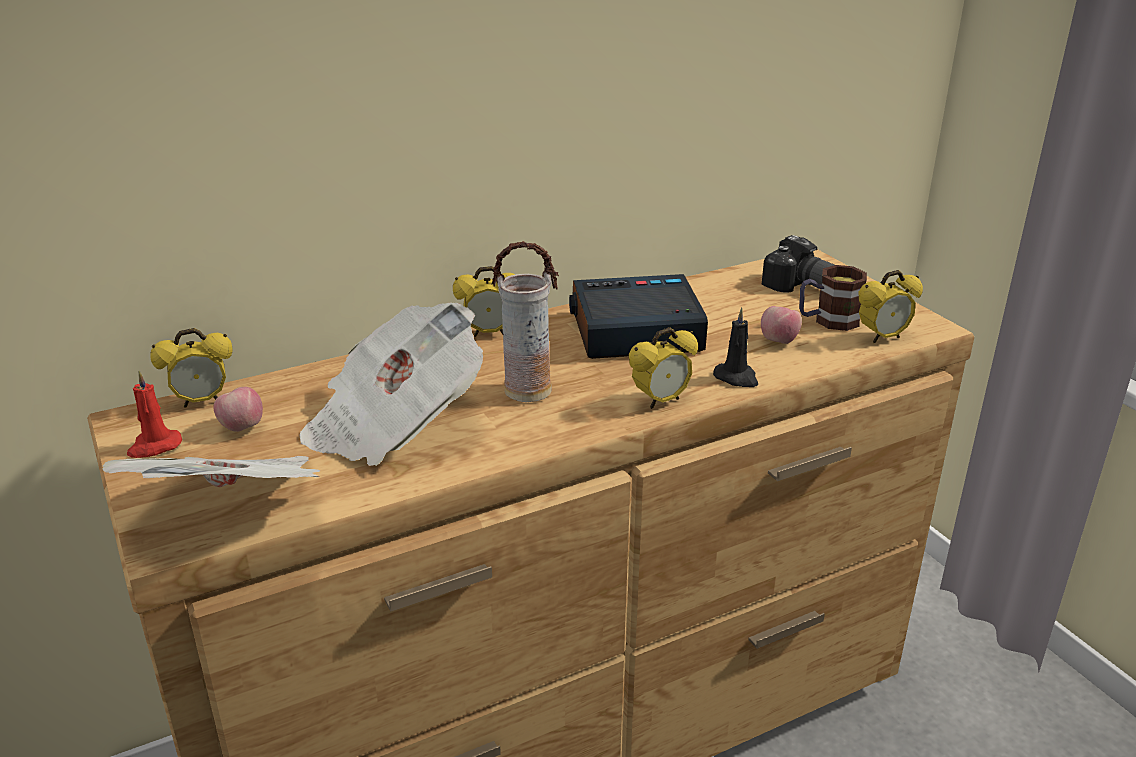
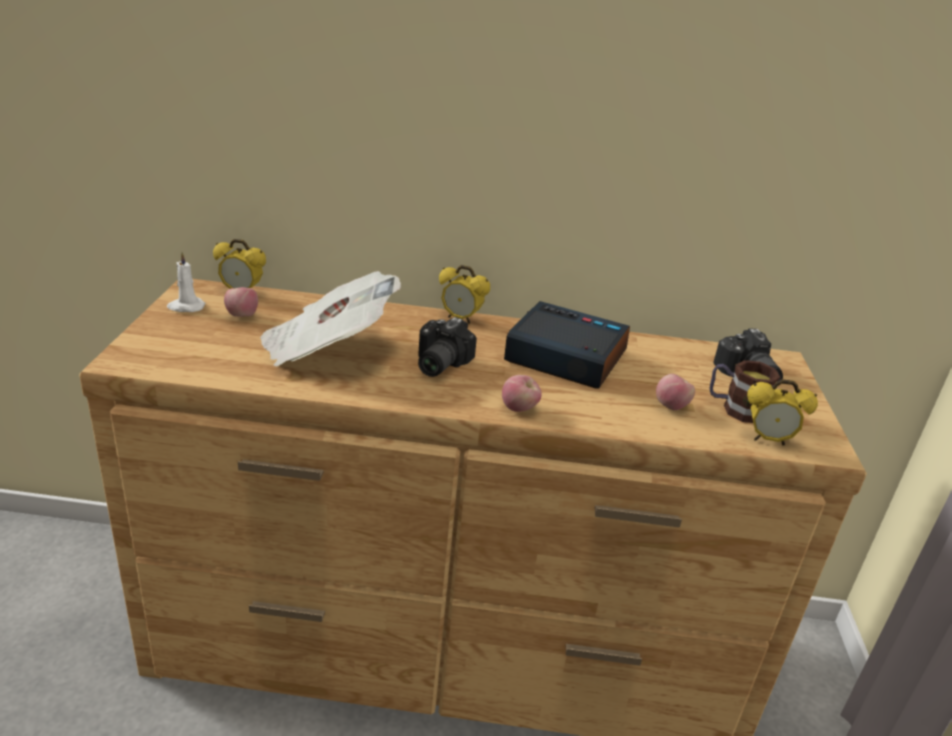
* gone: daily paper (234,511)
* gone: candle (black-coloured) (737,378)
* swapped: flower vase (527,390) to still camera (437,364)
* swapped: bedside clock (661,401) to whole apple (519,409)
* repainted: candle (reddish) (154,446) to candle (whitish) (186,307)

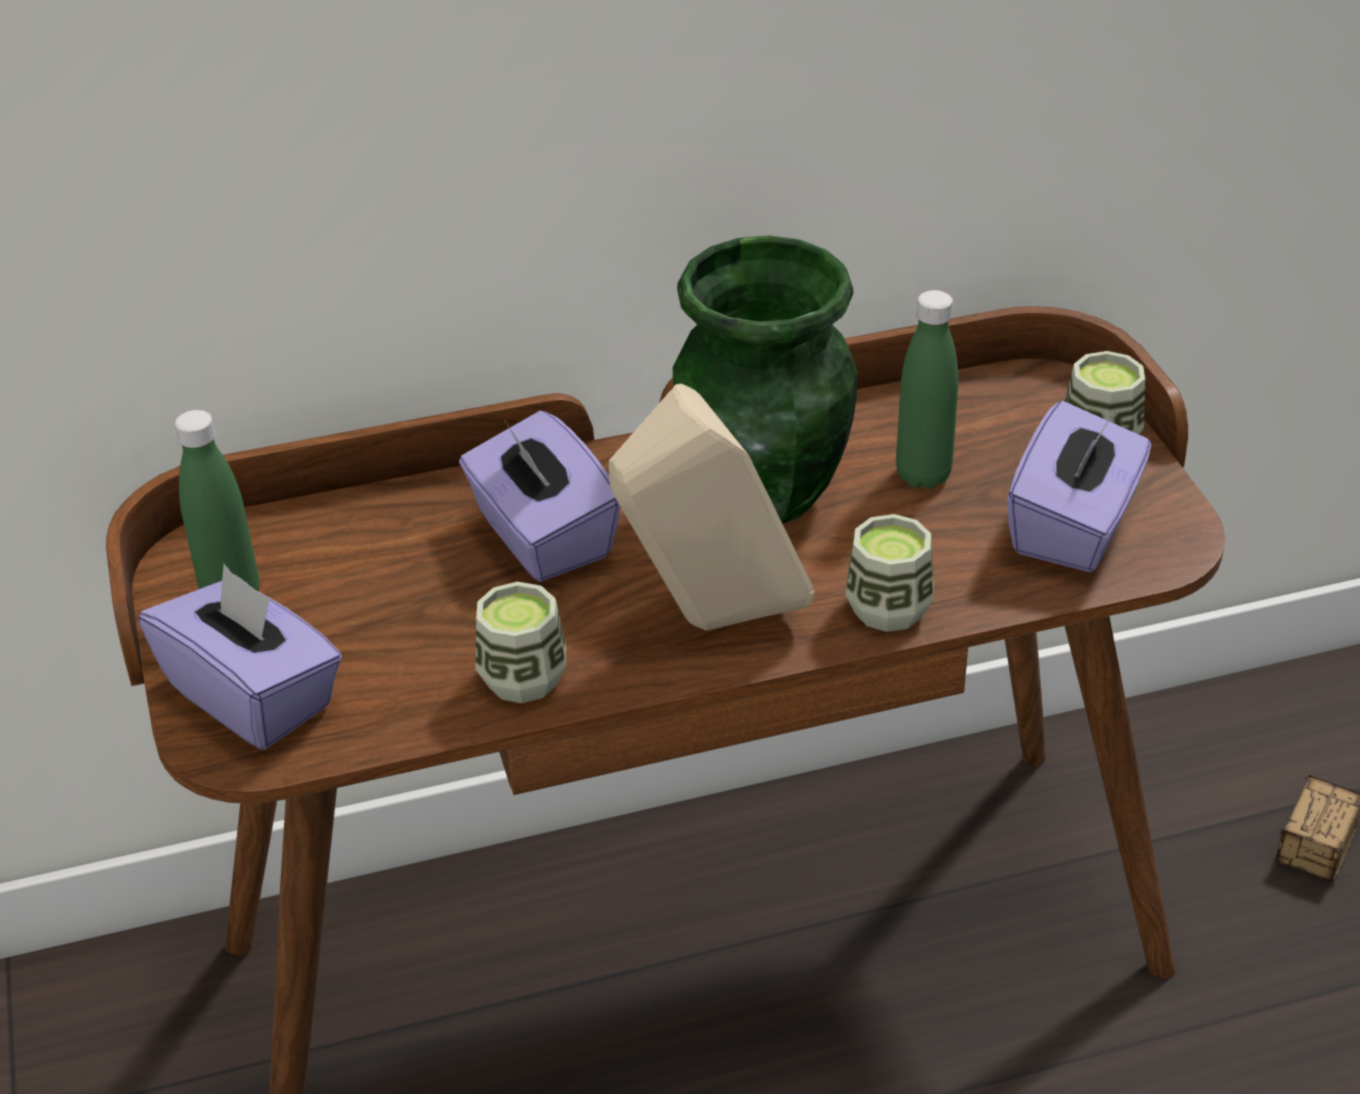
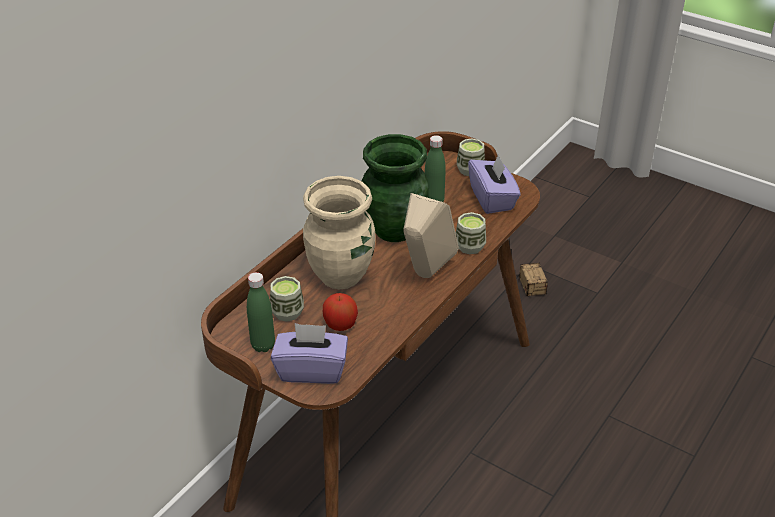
* new: whole apple (340,325)
* shifted: drinking cup (523,678) to (287,312)
* swapped: box of tissues (purple-coloured) (542,536) to flower vase (sand-coloured) (341,275)

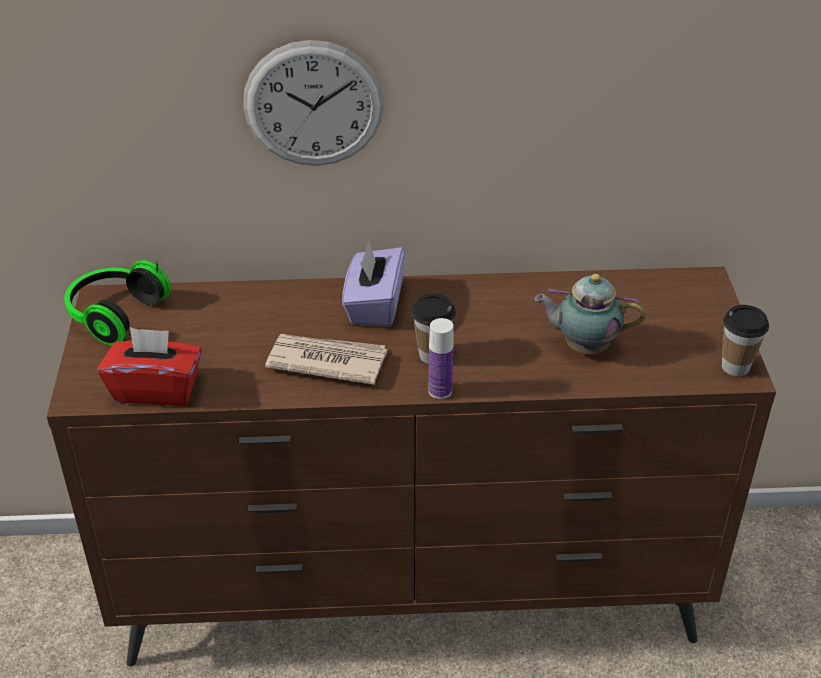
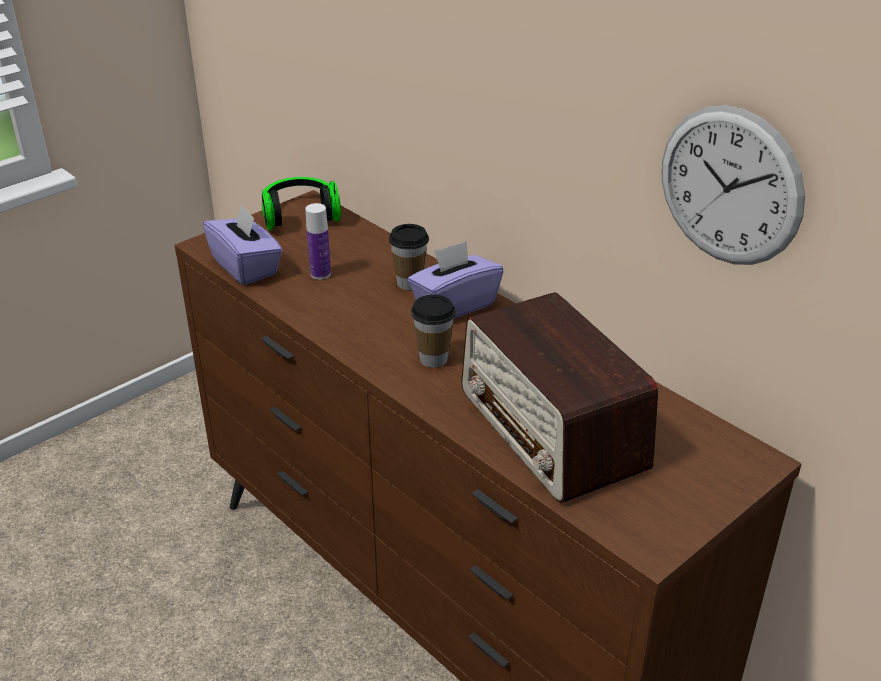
* gone: daily paper (326,361)
* shifted: clock on the wall (313,104) to (730,186)
* shifted: bottle (440,391) to (320,274)
* shifted: drinking cup (735,367) to (409,283)
* swapped: pot for tea (583,346) to radio (552,430)
* repainted: box of tissues (reddish) (156,389) to box of tissues (purple-coloured) (246,267)

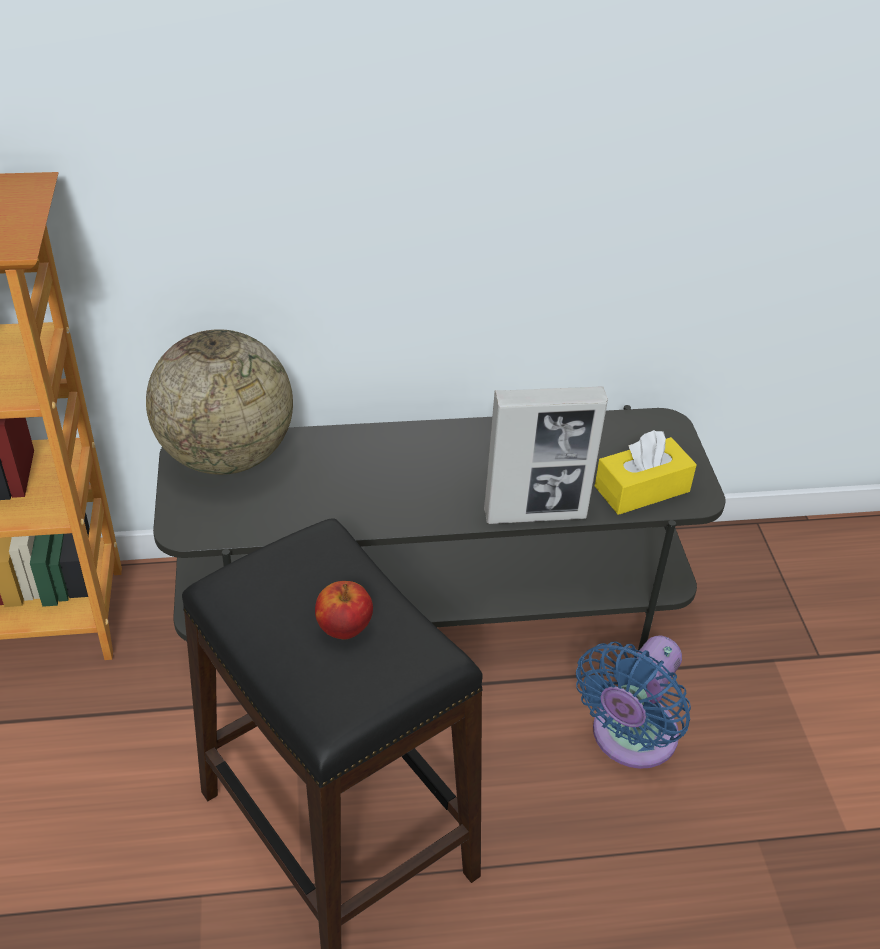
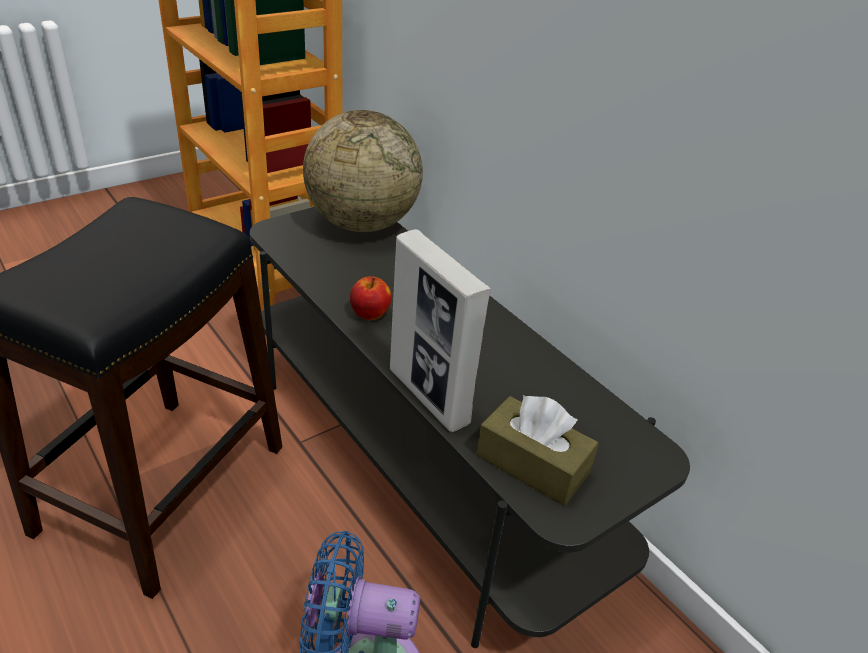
* shifted: whole apple (344,627) to (370,314)
* repainted: box of tissues (yellow-coloured) (642,489) to box of tissues (brownish) (532,464)

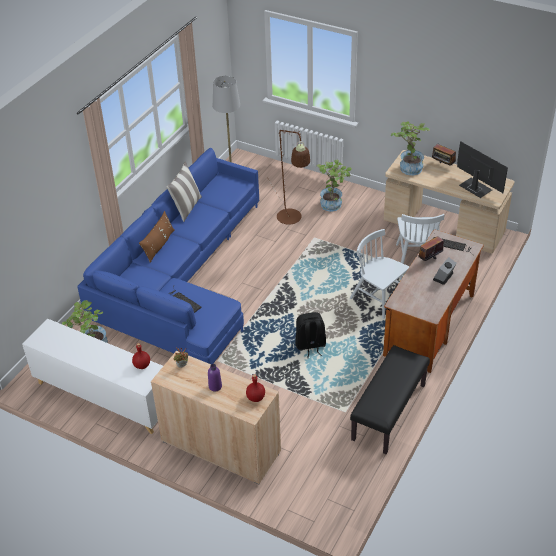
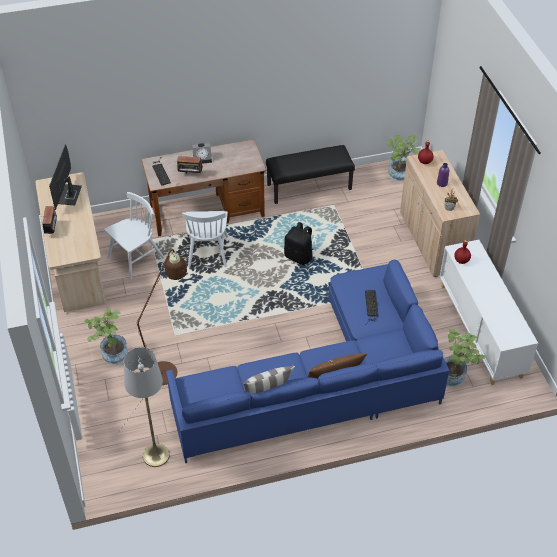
* shifted: plant in a pot (408,167) to (398,176)

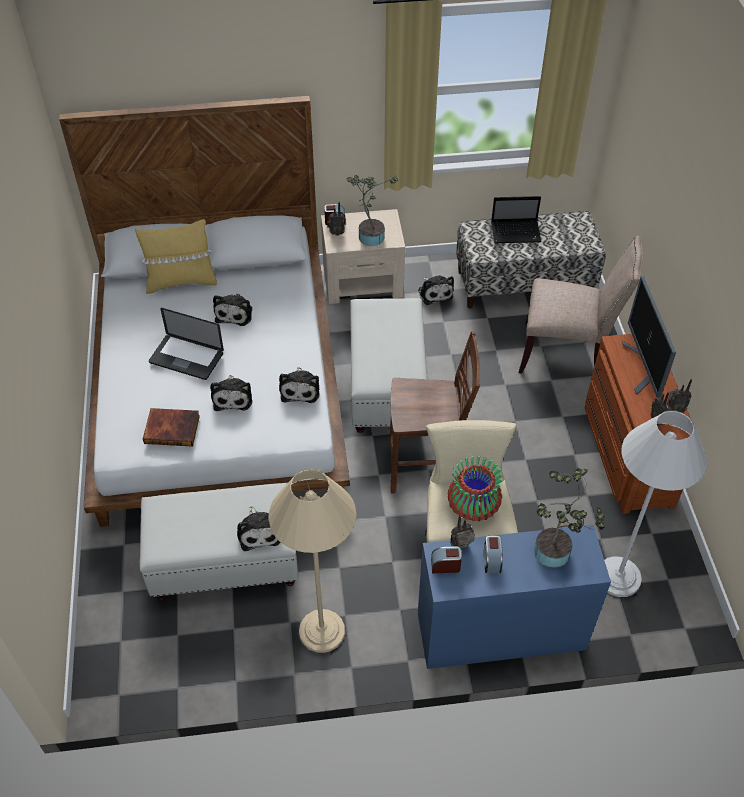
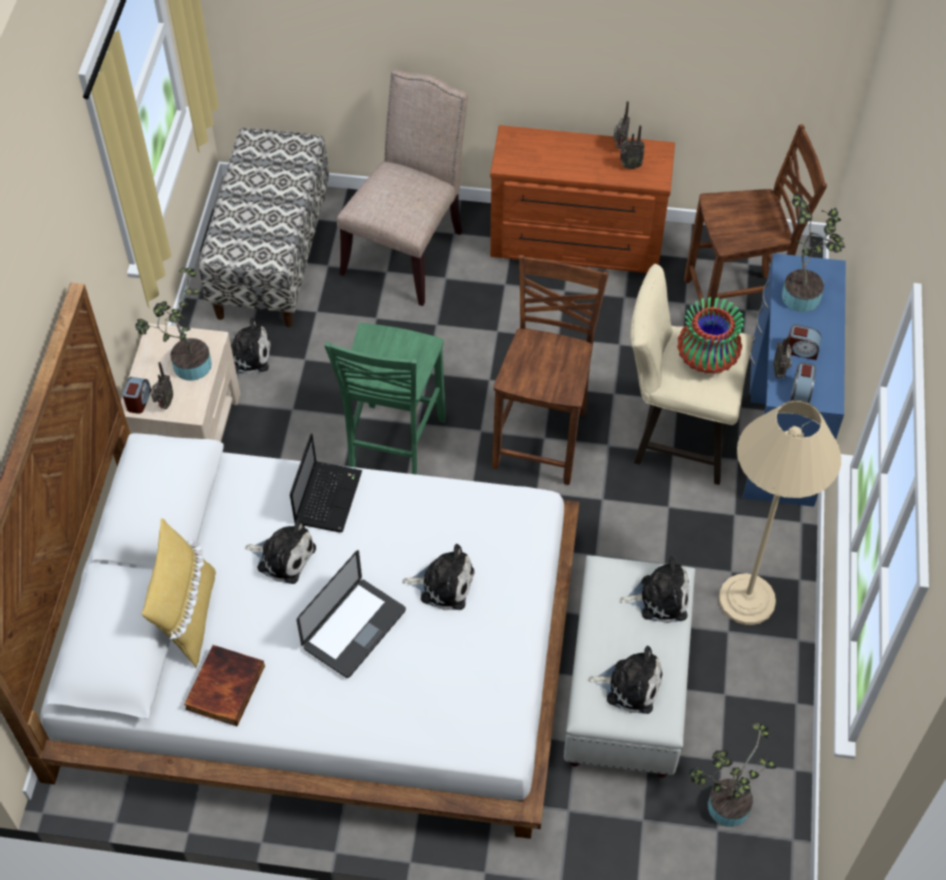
* gone: computer display (644,368)
* new: plant in a pot (723,807)
* shifted: book (172,428) to (224,686)
* shifted: cuddly toy (300,389) to (630,685)
* shifted: portable computer (516,232) to (328,496)
* swapped: pouffe (whitish) (387,385) to chair (greenish) (393,448)
* swapped: floor lamp (whitish) (618,577) to chair (brownish) (736,303)

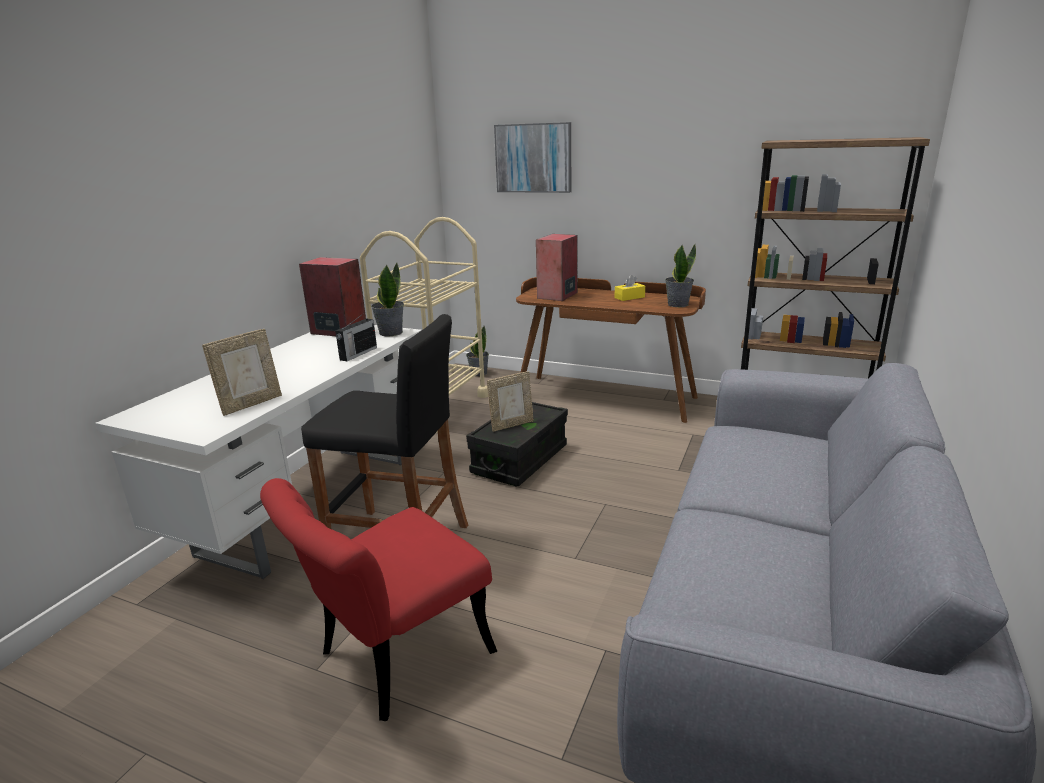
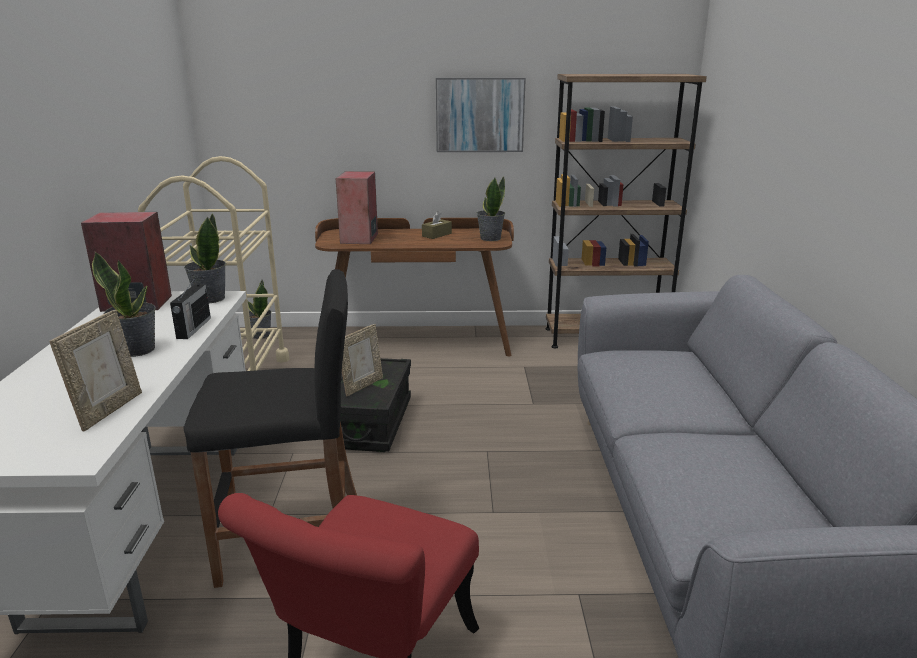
* new: plant in a pot (137,349)
* shifted: wall art (533,158) to (480,115)
* repainted: box of tissues (yellow-coloured) (629,297) to box of tissues (brownish) (436,235)

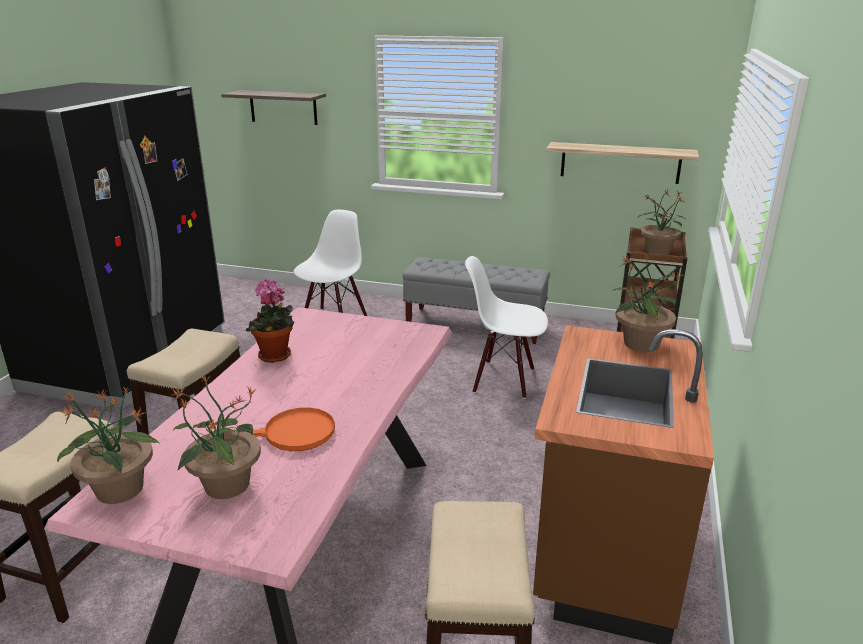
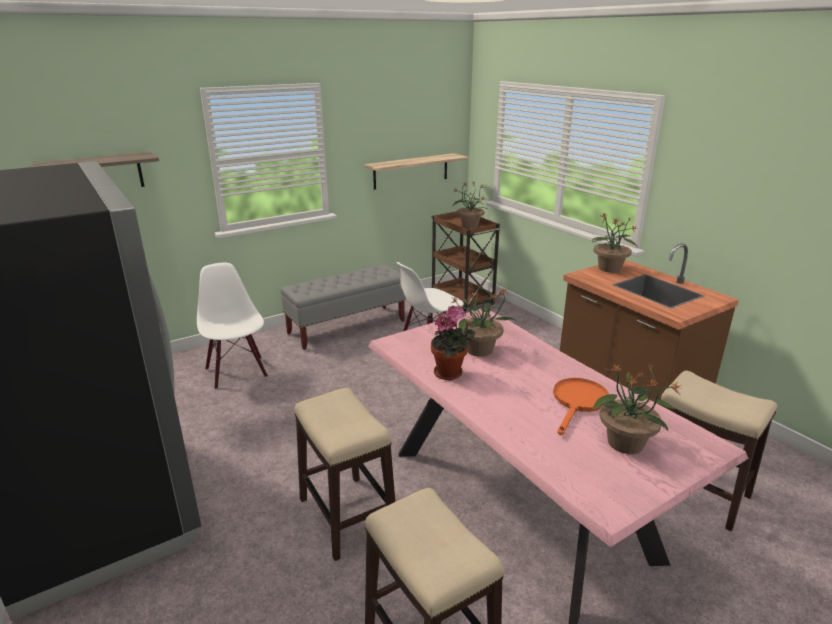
* shifted: plant in a pot (120,490) to (480,350)

